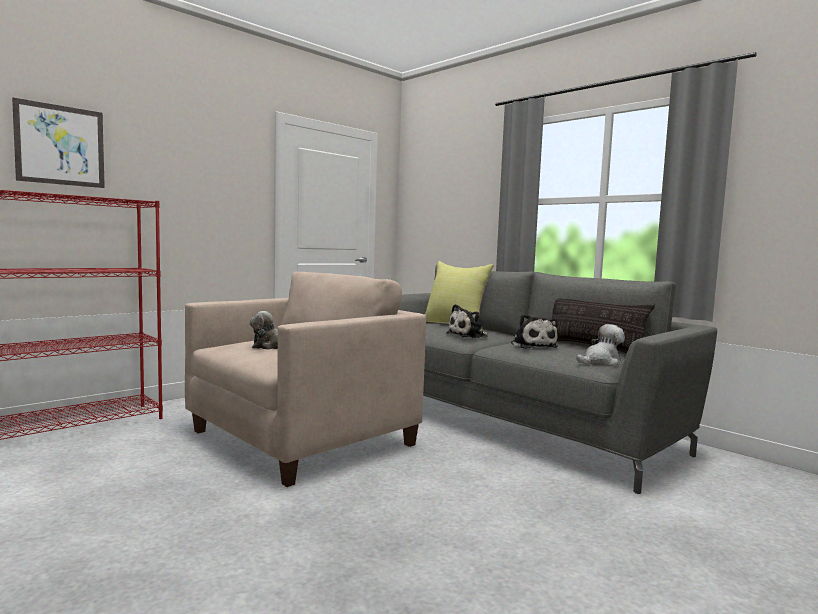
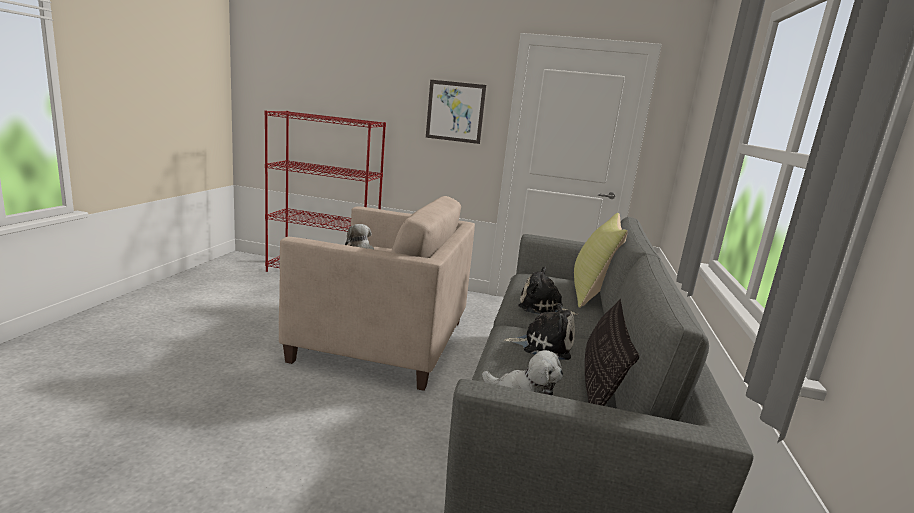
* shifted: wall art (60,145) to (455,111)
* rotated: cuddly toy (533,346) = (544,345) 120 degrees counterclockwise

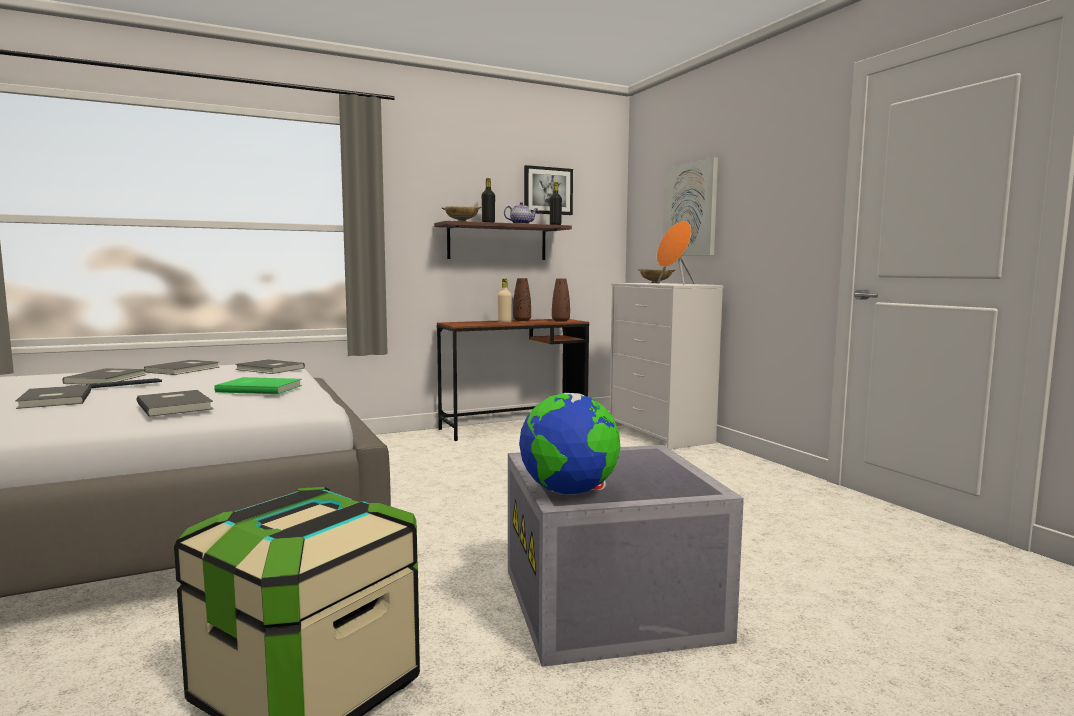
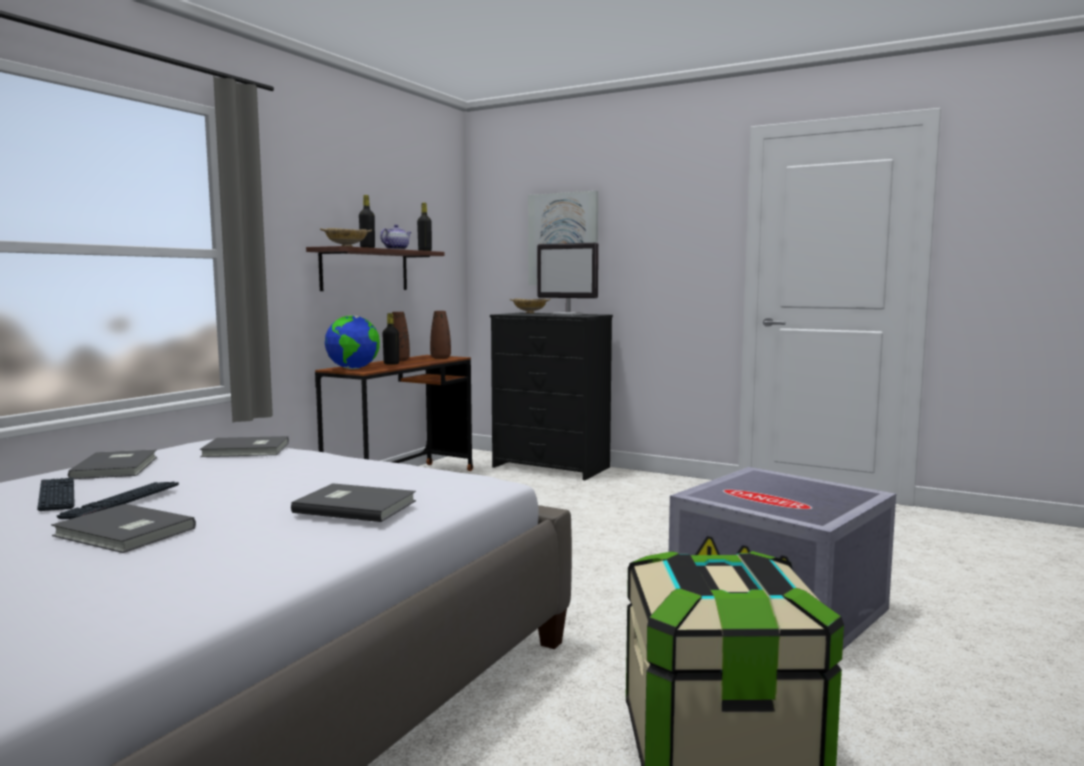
* gone: book (greenish) (259,388)
* gone: wall art (547,191)
* shifted: world globe (569,492) to (353,369)
* swapped: book (gray) (108,379) to computer keyboard (57,495)
* swapped: audio speaker (orange) (674,284) to computer display (568,314)
* repainted: bottle (sand-coloured) (504,322) to bottle (black-coloured) (391,364)
* repainted: chest of drawers (whitish) (660,434) to chest of drawers (black-coloured) (552,467)

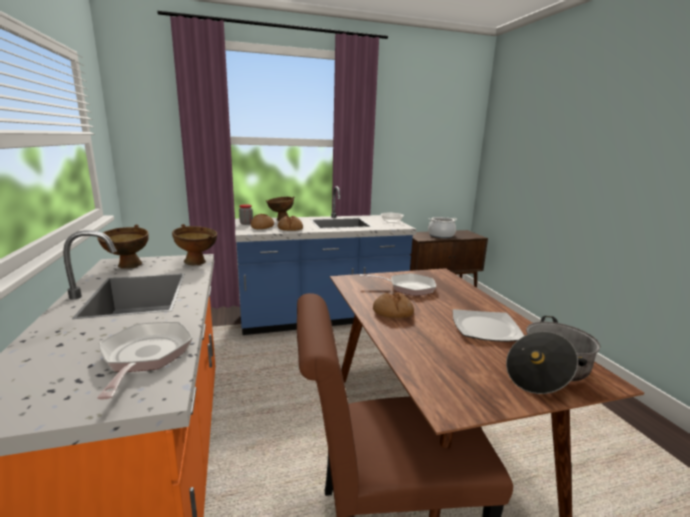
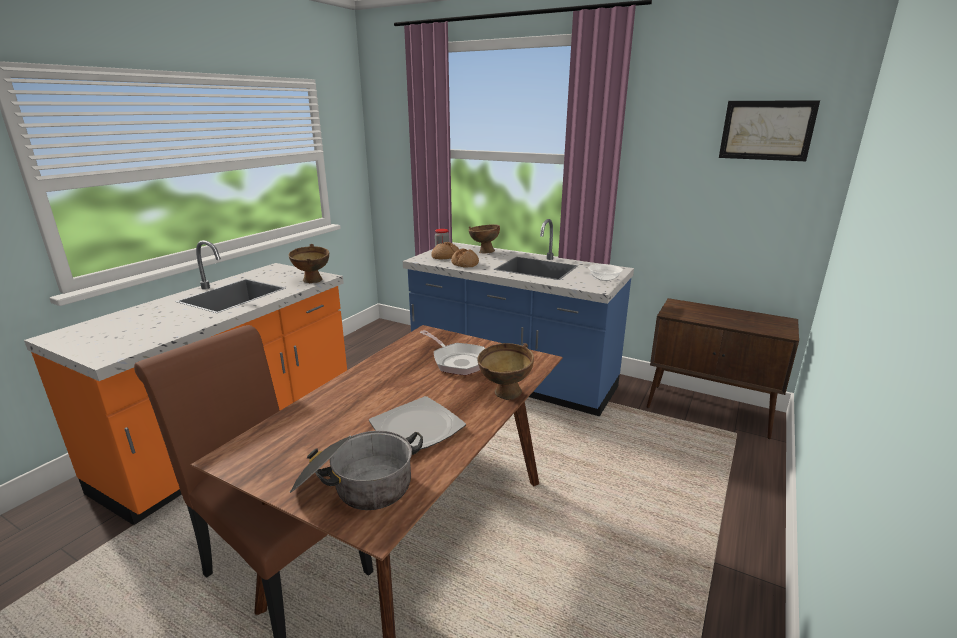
* gone: skillet (145,357)
* gone: bread (392,312)
* gone: cooking pot (441,235)
* new: wall art (766,130)
* shifted: serving bowl (brownish) (128,267) to (504,395)

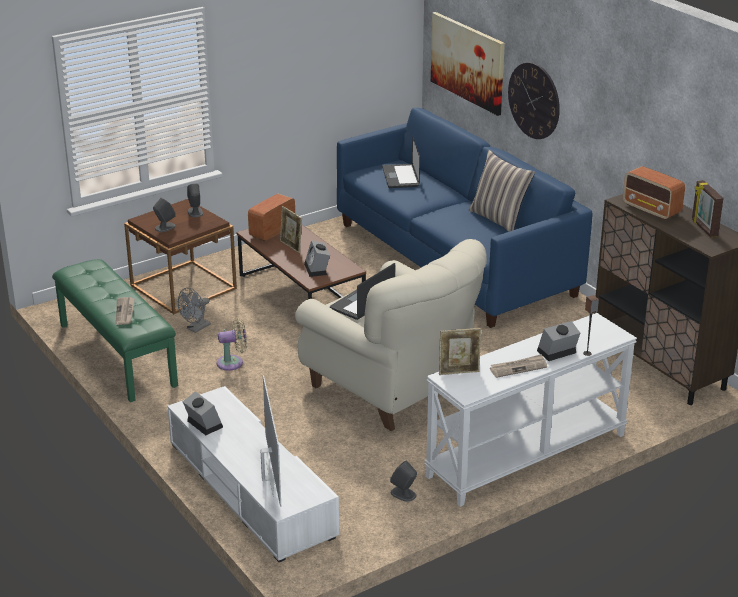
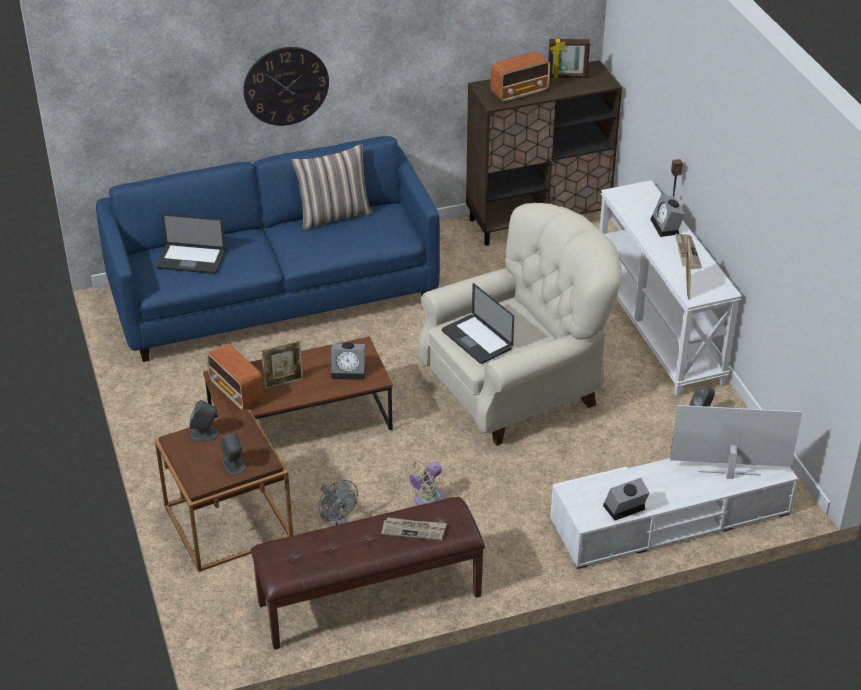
* gone: wall art (467,62)
* repainted: long seat (greenish) (116,355) to long seat (brownish) (369,600)
* rotated: electric fan (sand-coloured) (233,363) = (426,500) 135 degrees counterclockwise

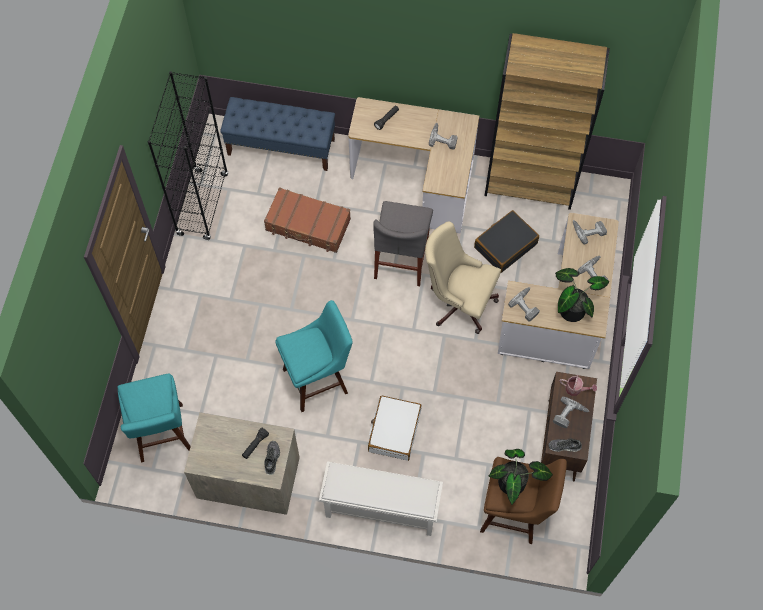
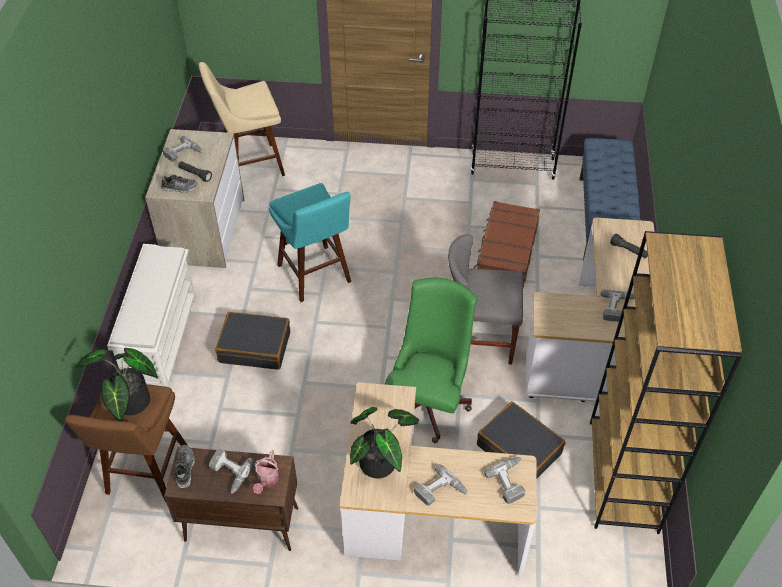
* shifted: electric drill (527,305) to (183,154)
* repainted: sitting stool (turquoise-coloured) (162,436) to sitting stool (sand-coloured) (250,165)
* repainted: suitcase (whitish) (394,431) to suitcase (black-coloured) (255,347)
* repainted: office chair (sand-coloured) (458,301) to office chair (greenish) (429,400)

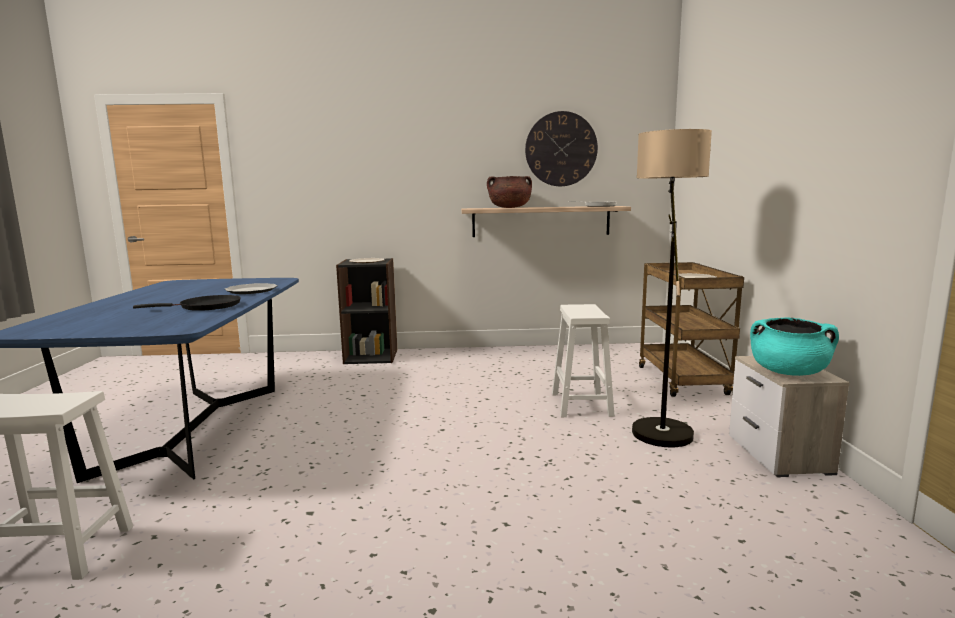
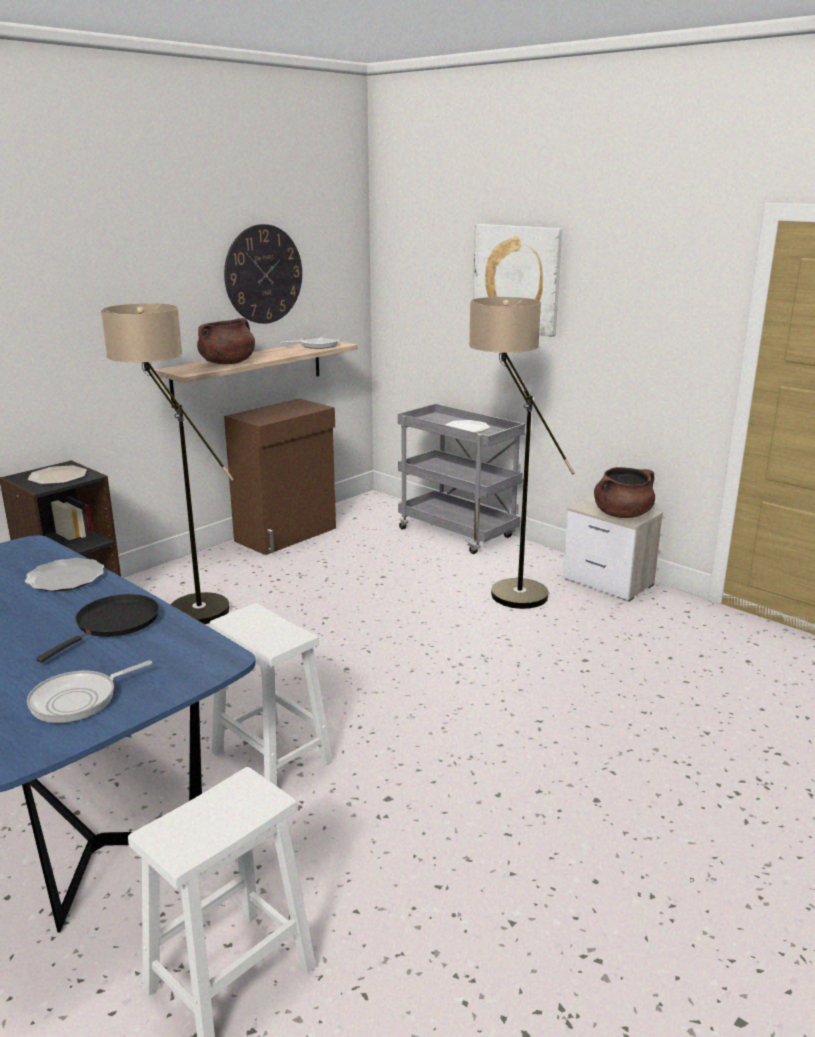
* new: skillet (79,700)
* new: floor lamp (184,604)
* new: cabinet (brownish) (287,535)
* new: wall art (517,279)
* shifted: sitting stool (whitish) (581,405) to (273,758)
* repainted: cart (brownish) (684,381) to cart (gray) (458,533)
* repainted: cooking pot (turquoise-coloured) (788,372) to cooking pot (brownish) (622,514)

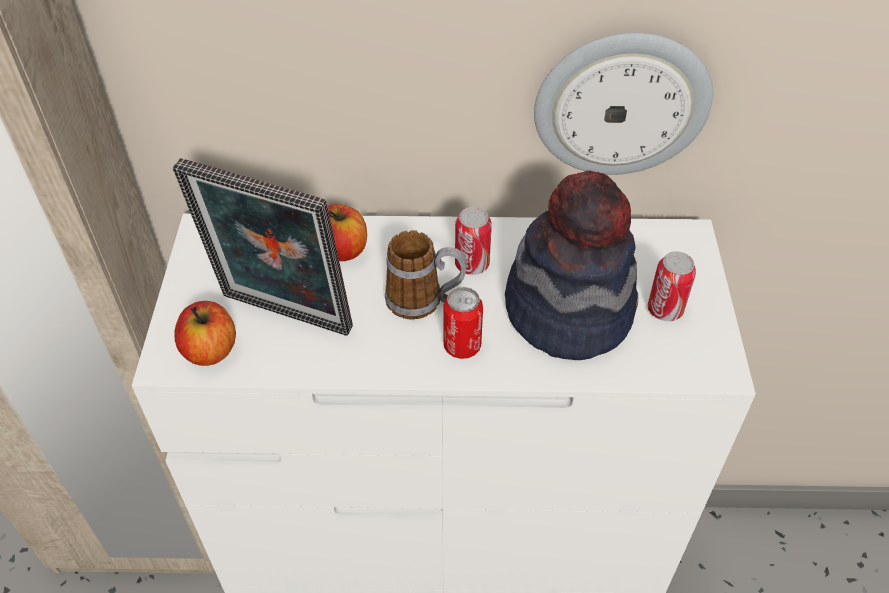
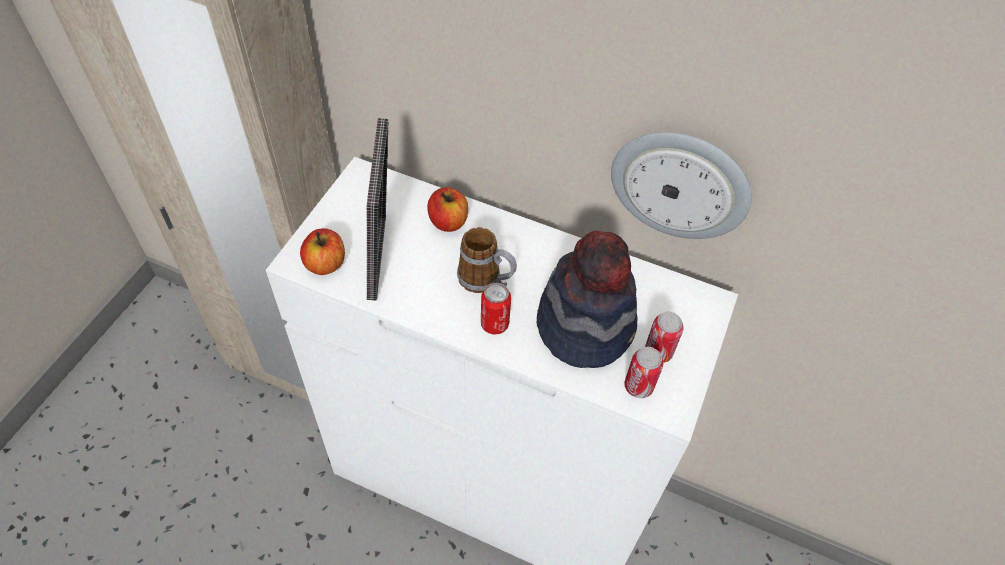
* shifted: sealed can (472,264) to (638,386)
* rotated: picture frame (282,318) = (383,258) 135 degrees counterclockwise

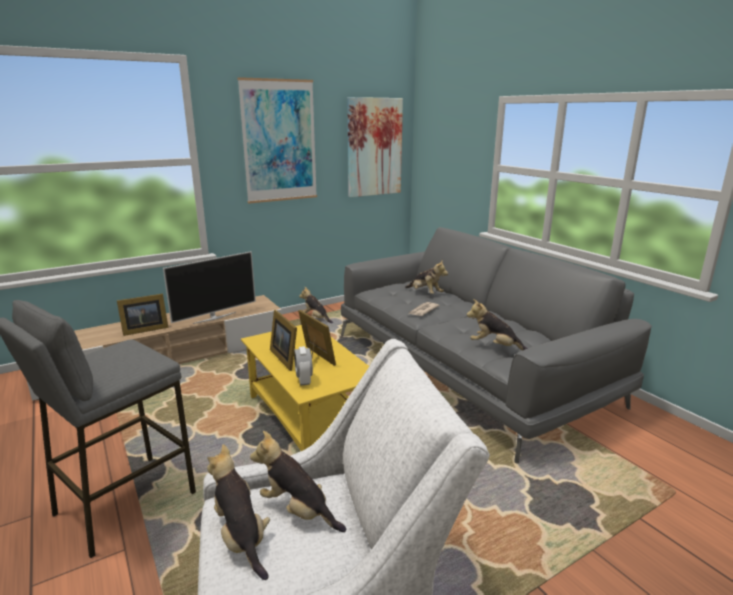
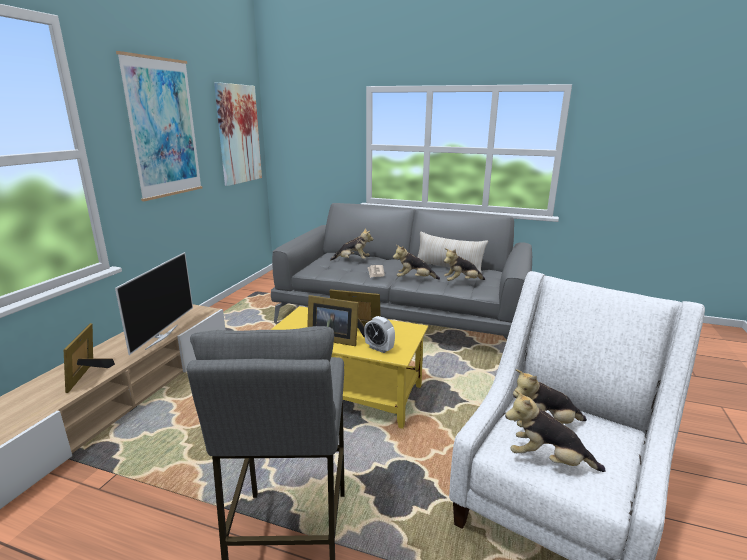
* new: pillow (sand-coloured) (448,268)
* shifted: cuddly toy (316,318) to (414,279)
* rotated: picture frame (144,329) = (88,375) 150 degrees clockwise

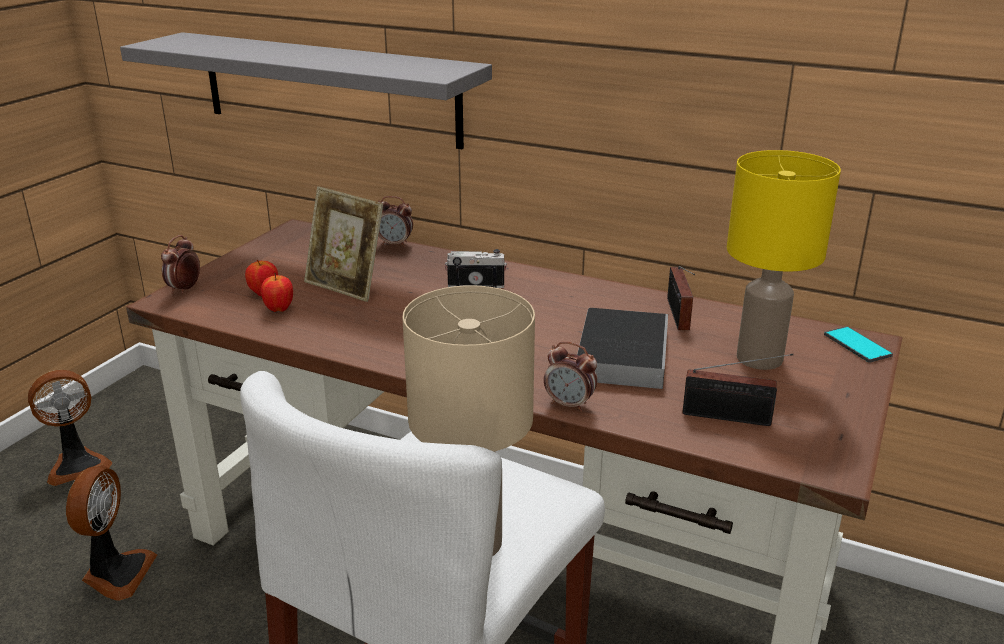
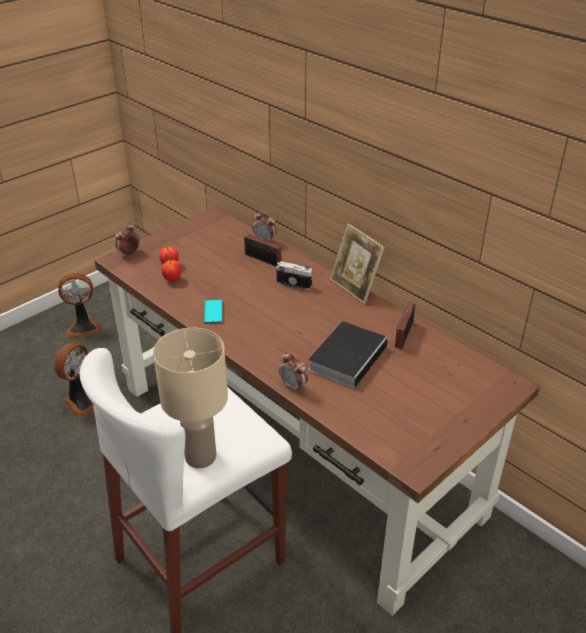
* gone: shelf (gray) (328,89)
* gone: tabletop lamp (yellow-coloured) (760,358)
* shifted: picture frame (346,286) to (354,288)
* shifted: radio (731,418) to (264,260)
* shifted: handset (857,345) to (213,312)

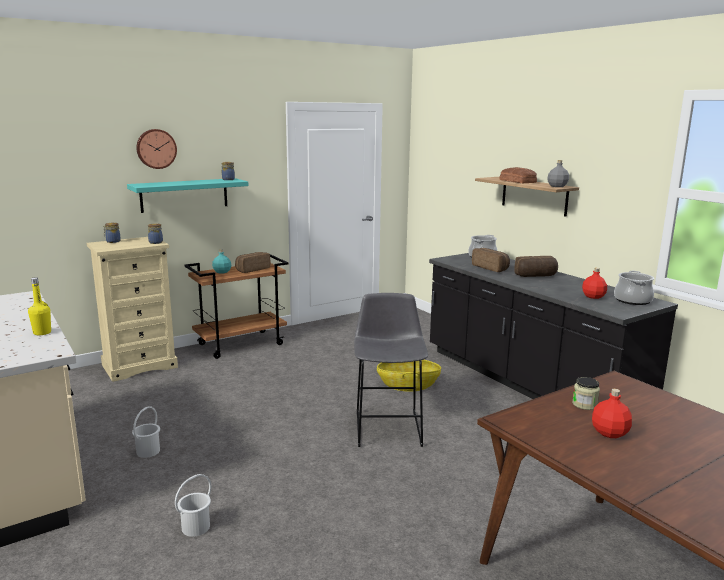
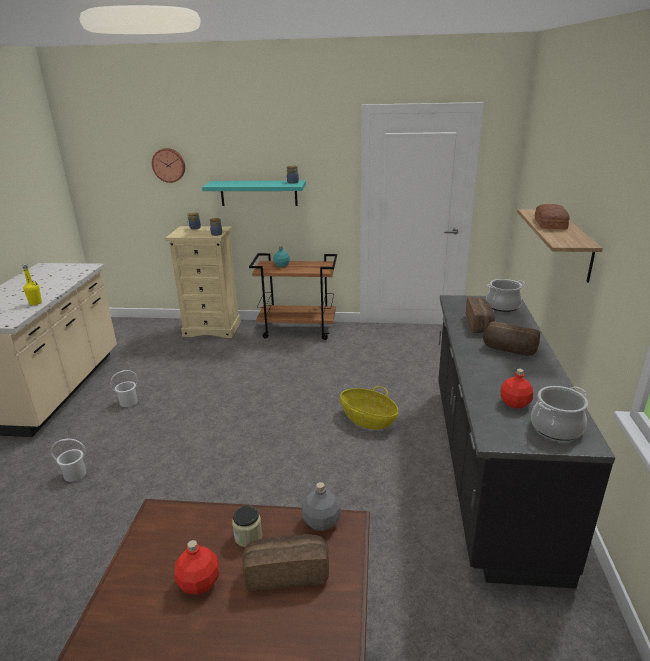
* gone: sitting stool (gray) (388,426)
* shifted: clock on the wall (156,149) to (169,165)
* shifted: bread (252,269) to (286,571)
* shifted: bottle (gray) (557,186) to (321,522)

